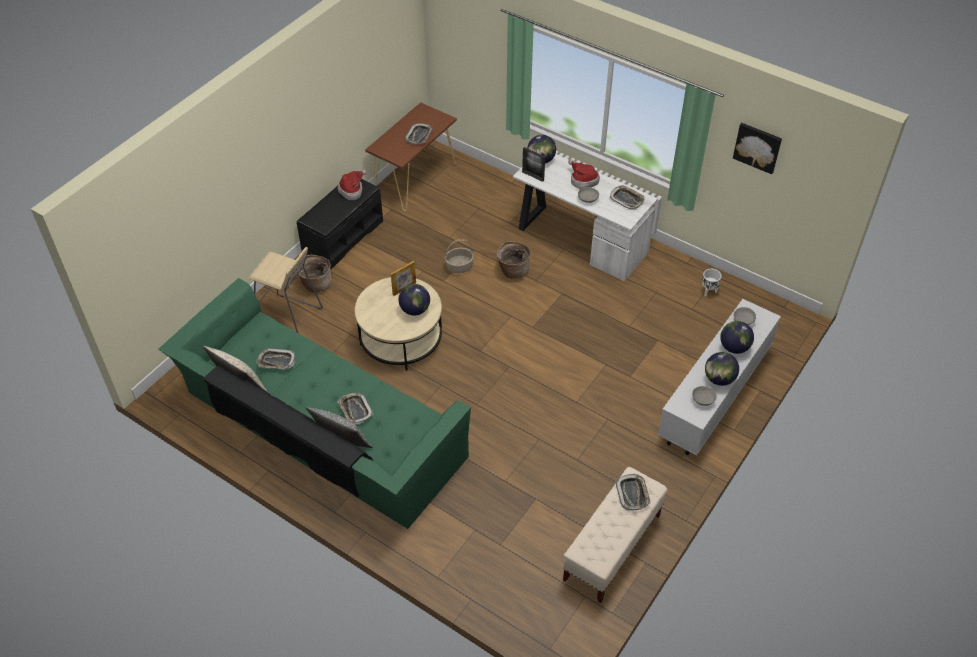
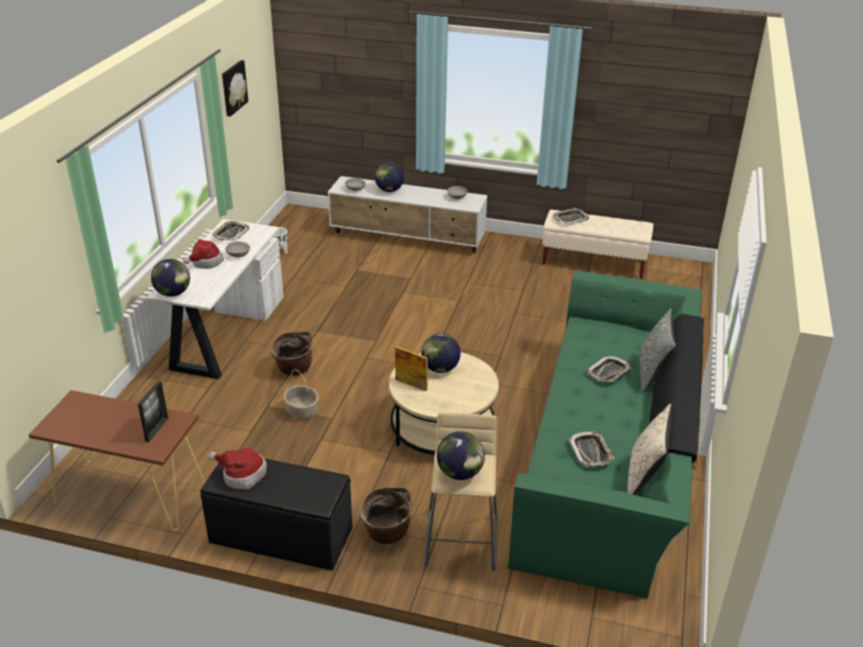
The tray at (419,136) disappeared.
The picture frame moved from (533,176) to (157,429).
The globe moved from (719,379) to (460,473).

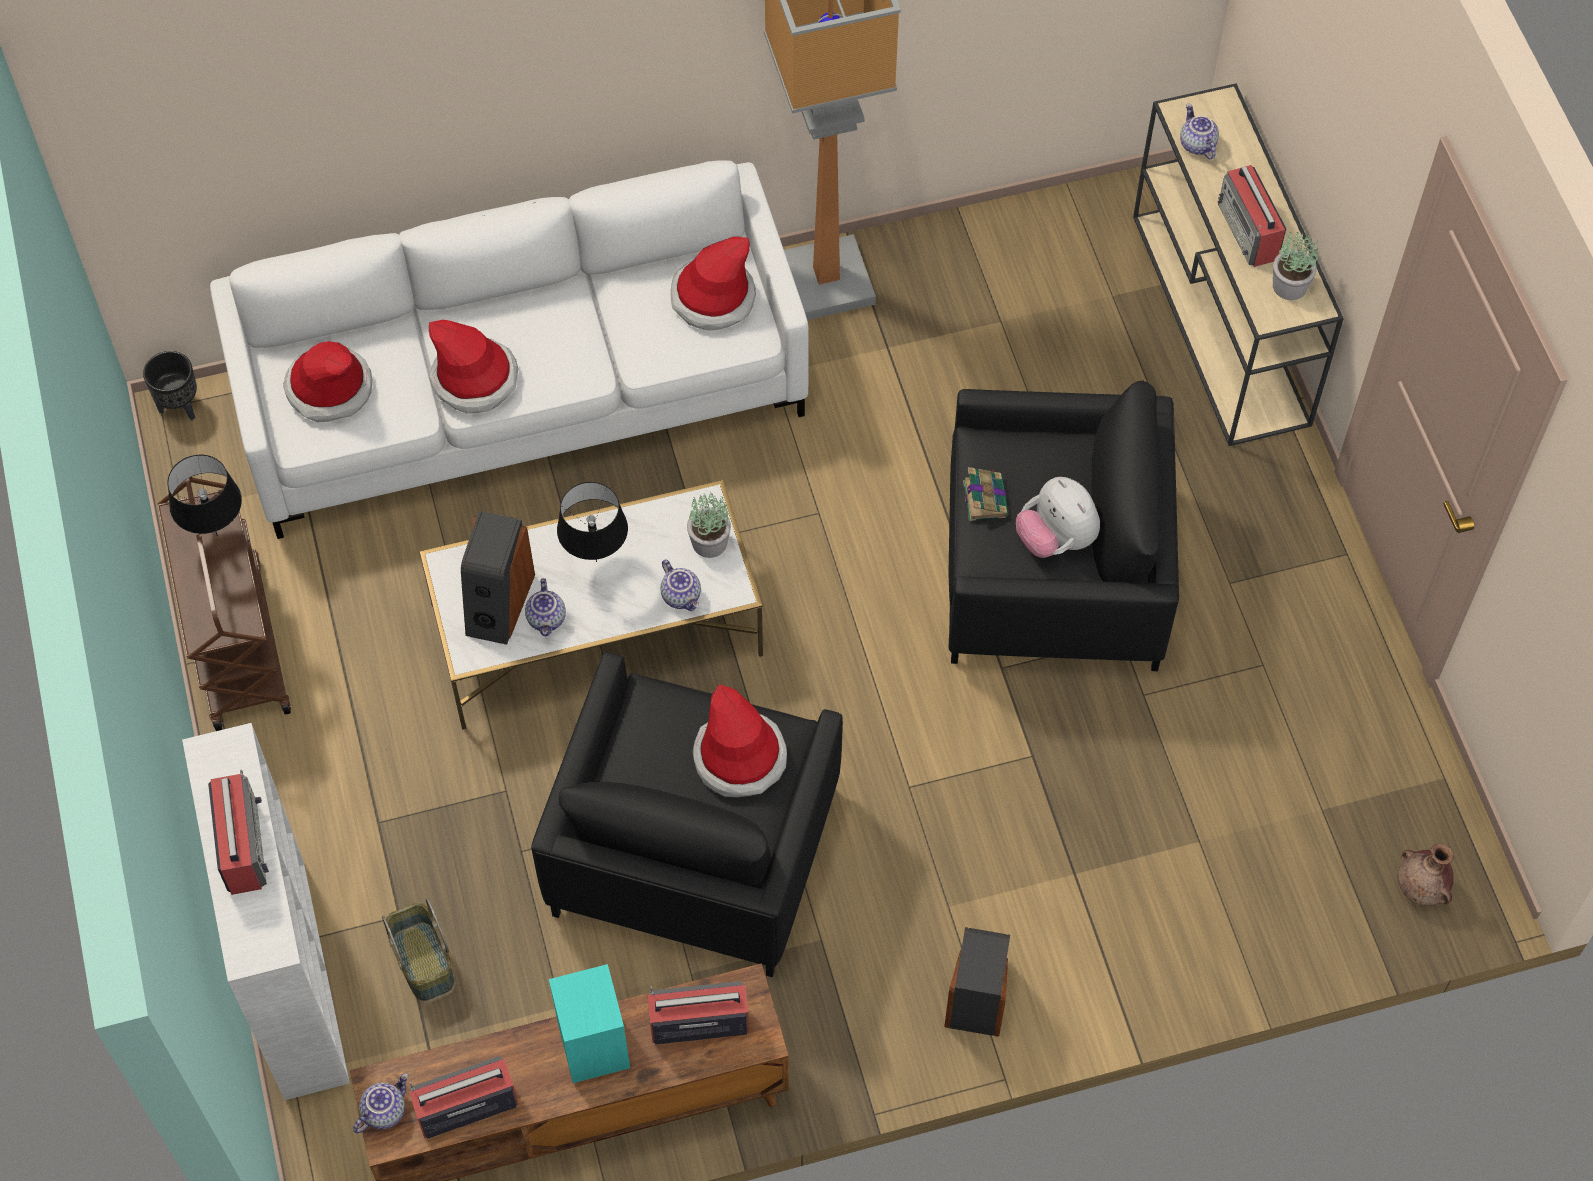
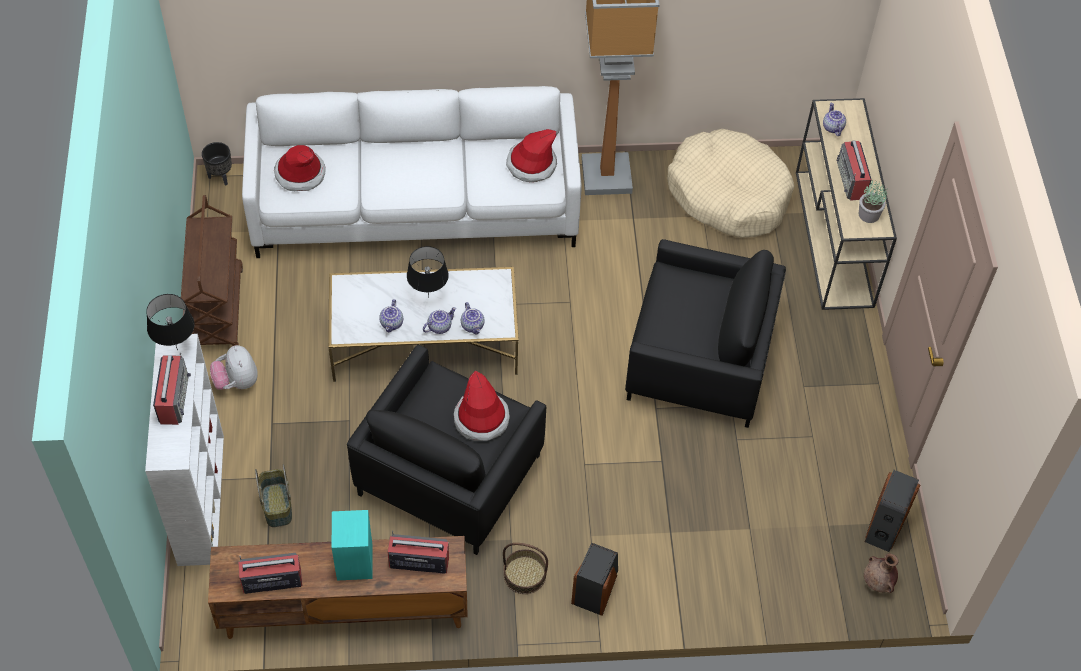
The hat at (475,379) disappeared.
The potted plant at (709,543) disappeared.
The book at (985,498) disappeared.
The basket at (524,575) appeared.
The beige dog bed at (728,194) appeared.
The black table lamp moved from (217,536) to (177,350).
The teapot moved from (383,1110) to (439,326).
The speaker moved from (498,603) to (885,526).
The plush toy moved from (1056,539) to (237,382).

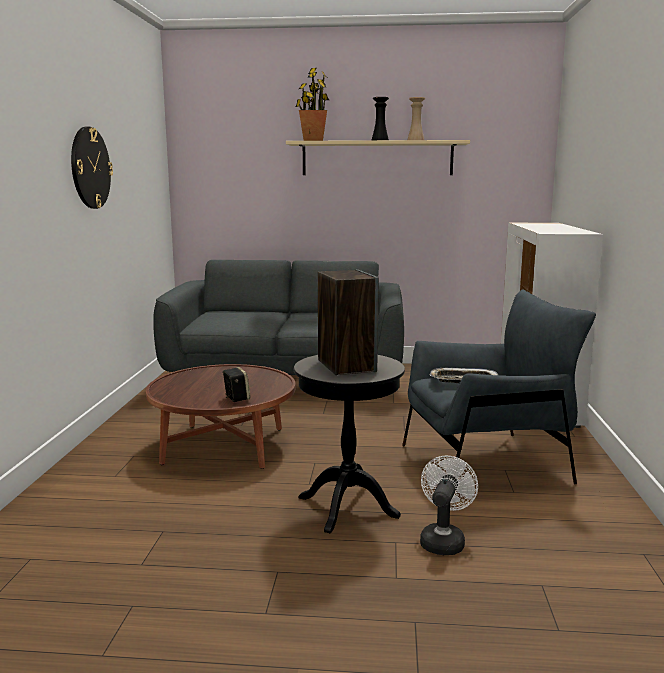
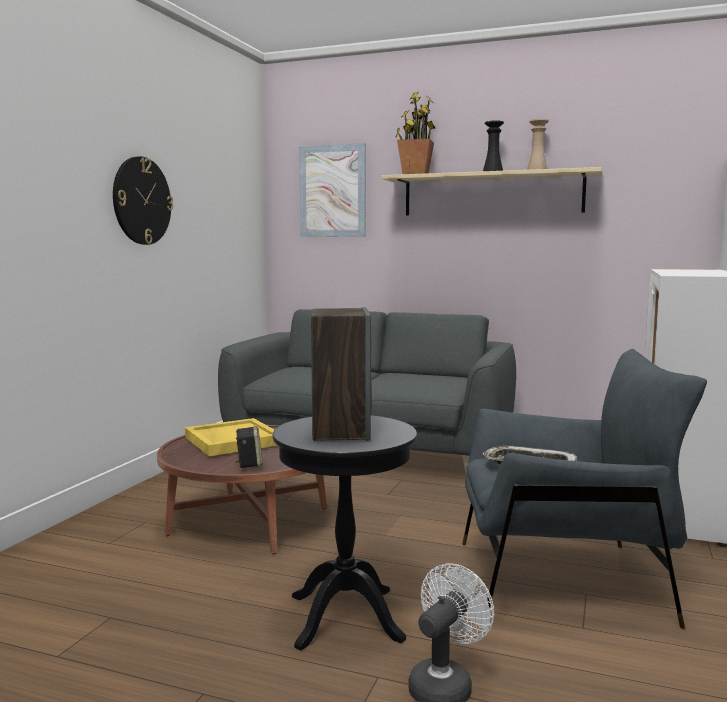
The yellow tray at (232,440) appeared.
The picture at (332,191) appeared.

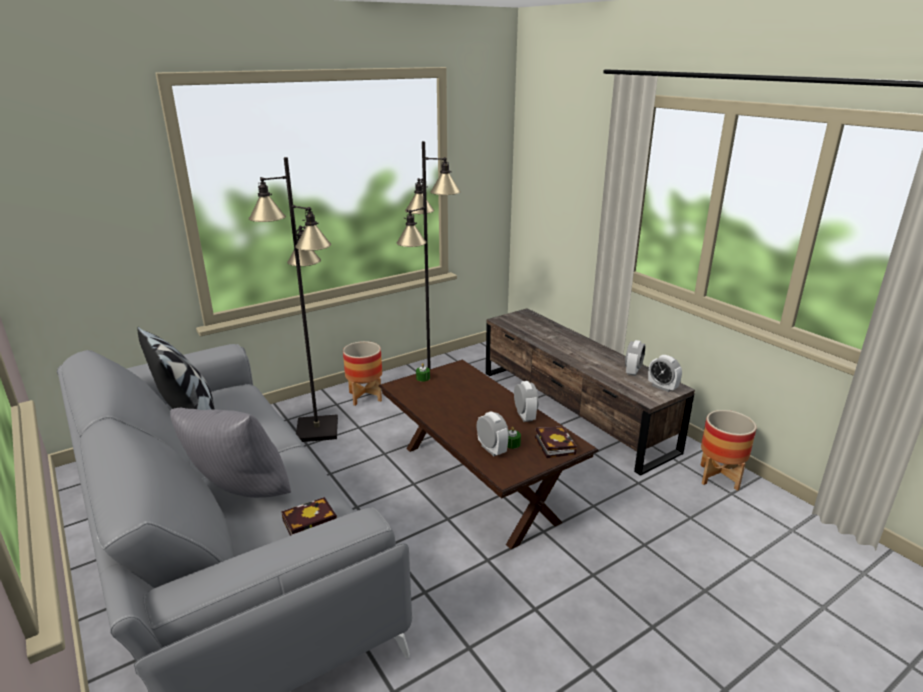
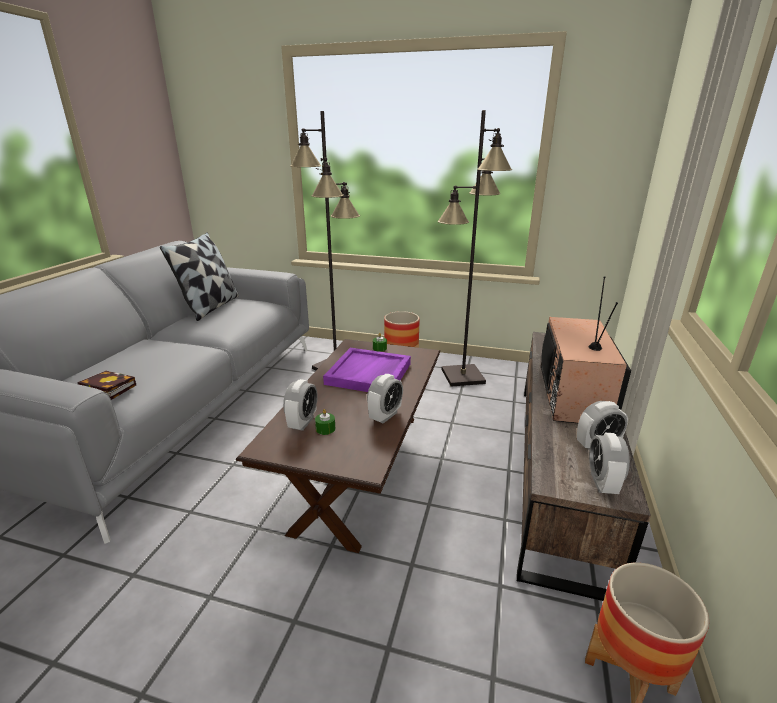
The grey pillow at (239,496) disappeared.
The book at (553,444) disappeared.
The purple tray at (369,374) appeared.
The television at (575,396) appeared.

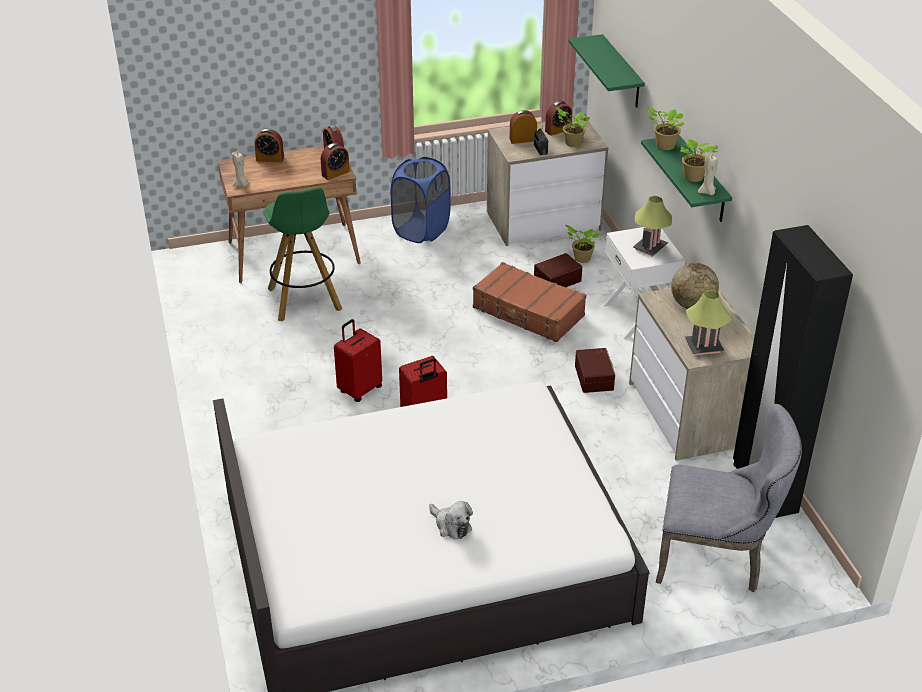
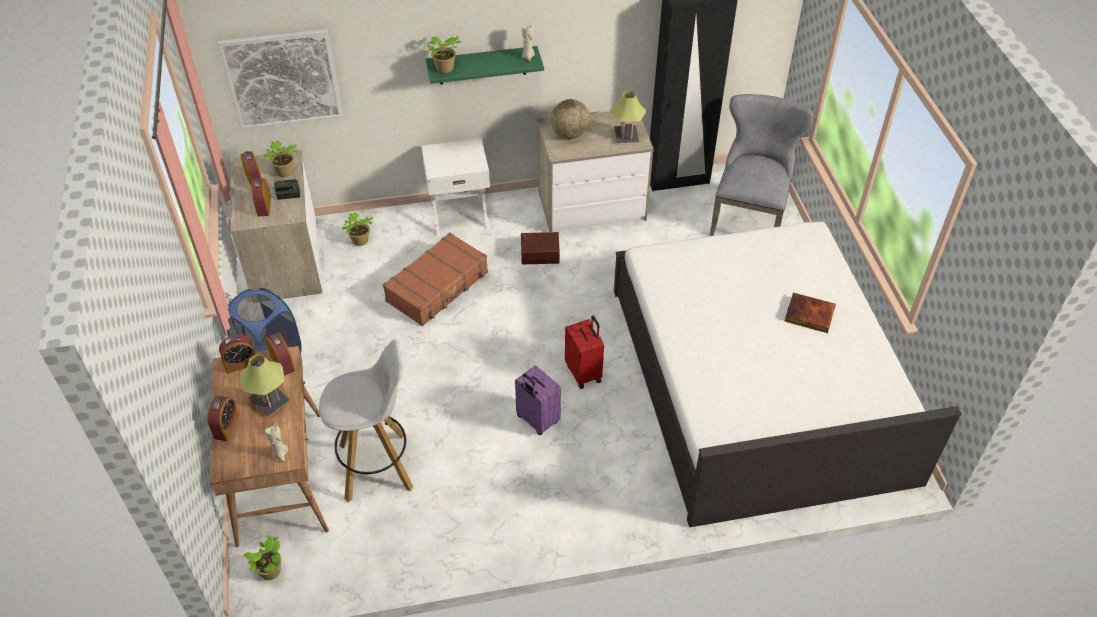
The brown storage box at (556,279) disappeared.
The table lamp moved from (650,248) to (269,401).
The potted plant moved from (693,178) to (272,572).
The plush toy at (451,525) was replaced by the book at (808,315).
The green shelf at (622,72) was replaced by the picture at (282,79).
The green stool at (305,300) became the white stool at (377,466).
The red suitcase at (359,389) became the purple suitcase at (536,420).

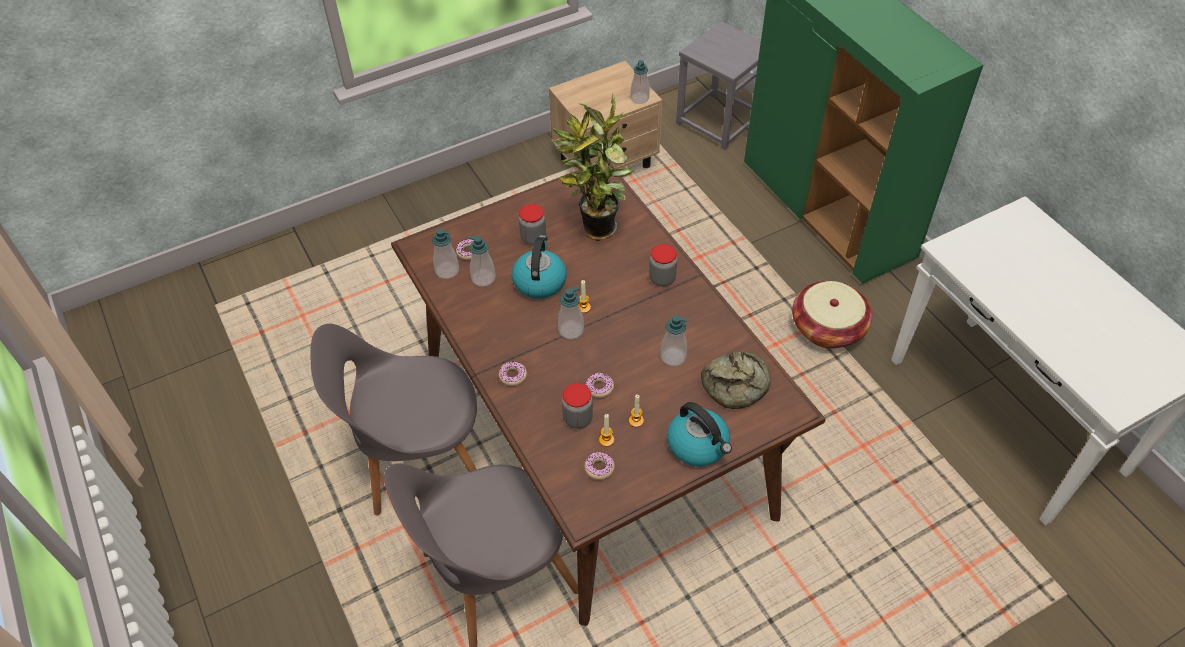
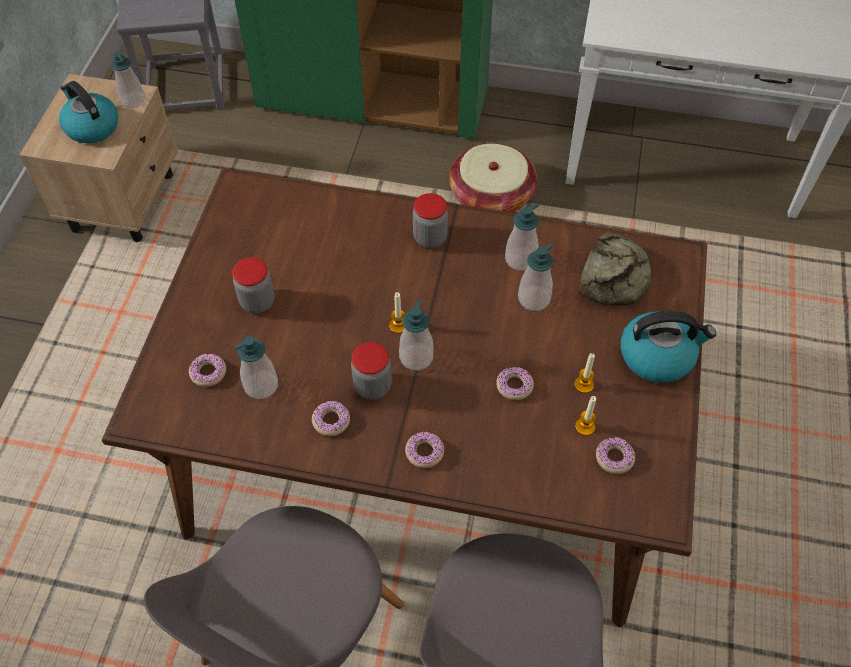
The potted plant at (595,230) disappeared.
The donut at (331,421) appeared.
The soap dispenser moved from (447,270) to (520,259).
The kettle moved from (539,281) to (91,127).
The jar moved from (577,418) to (372,386).

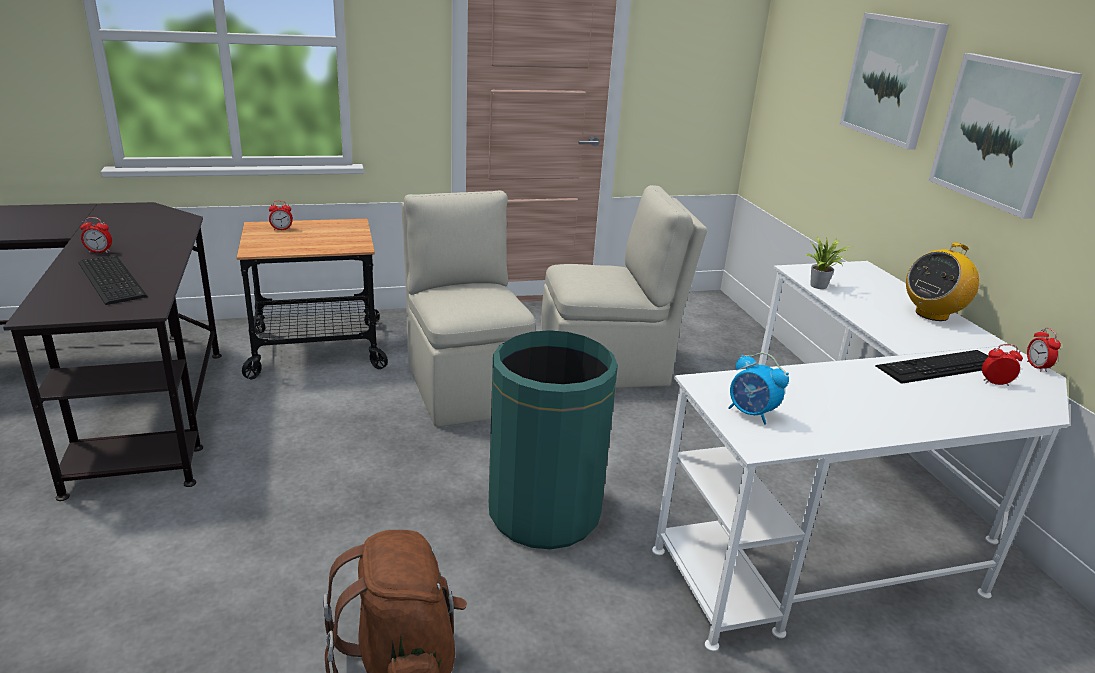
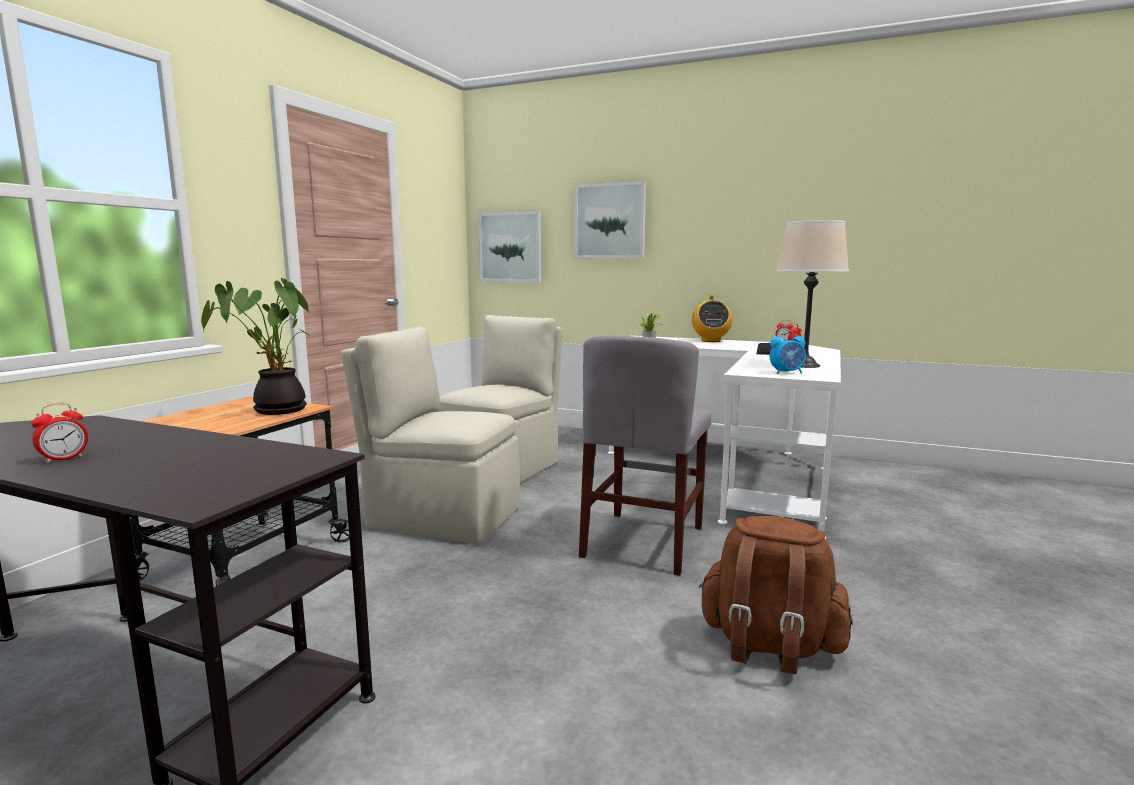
The keyboard at (113,278) disappeared.
The alarm clock at (282,229) disappeared.
The potted plant at (275,410) appeared.
The beige table lamp at (804,365) appeared.
The picture moved from (1001,133) to (510,247).
The green trash can at (544,512) was replaced by the grey chair at (644,541).

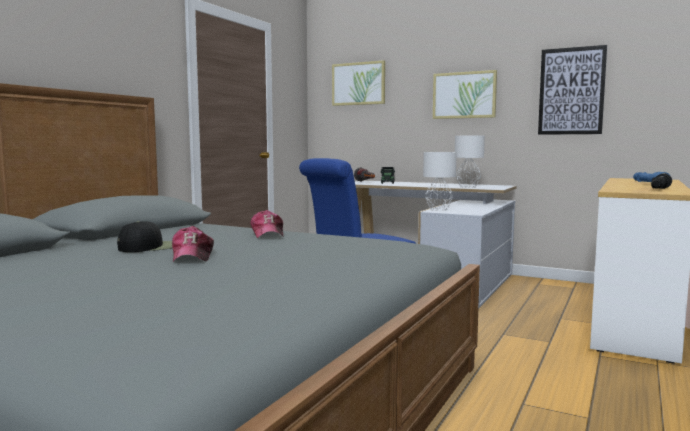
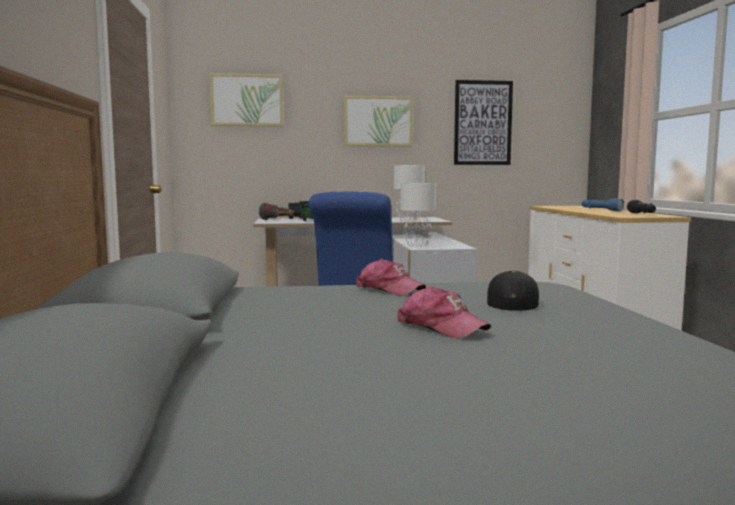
The black cap moved from (150,247) to (513,302).

